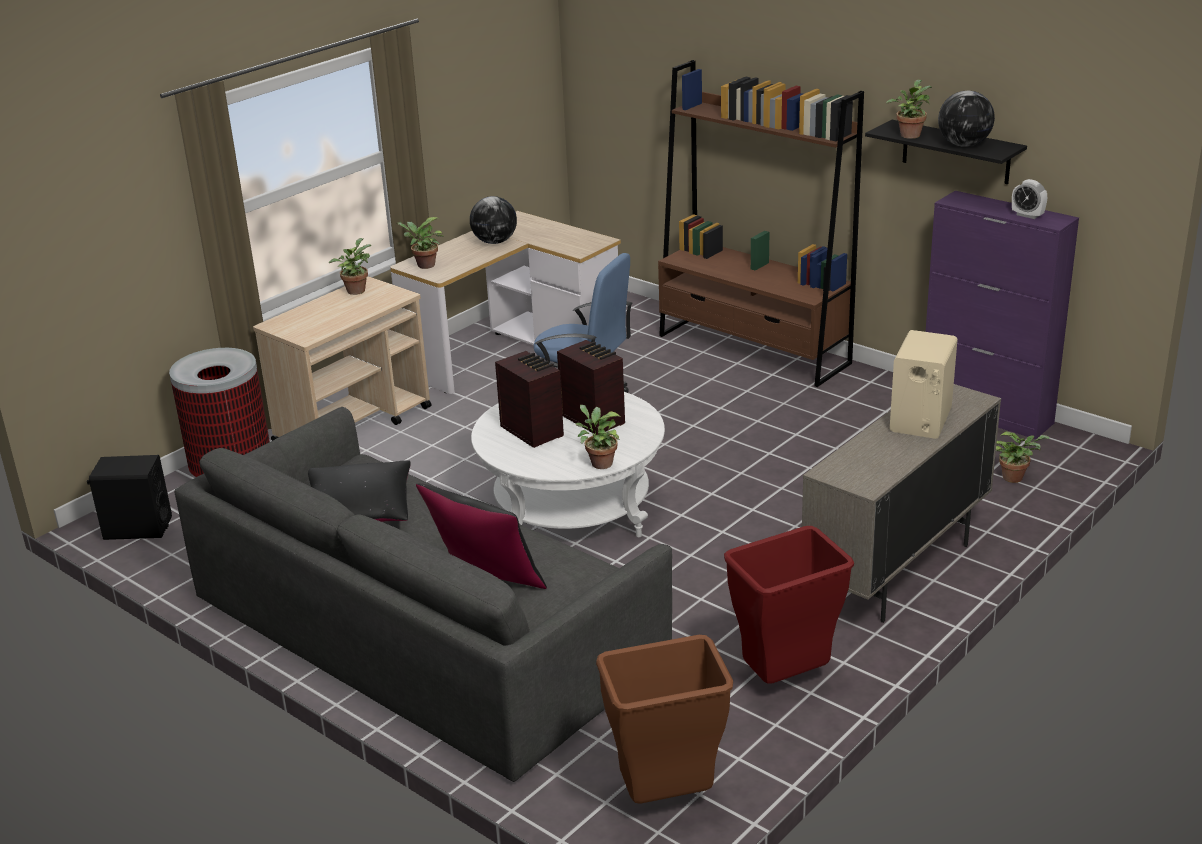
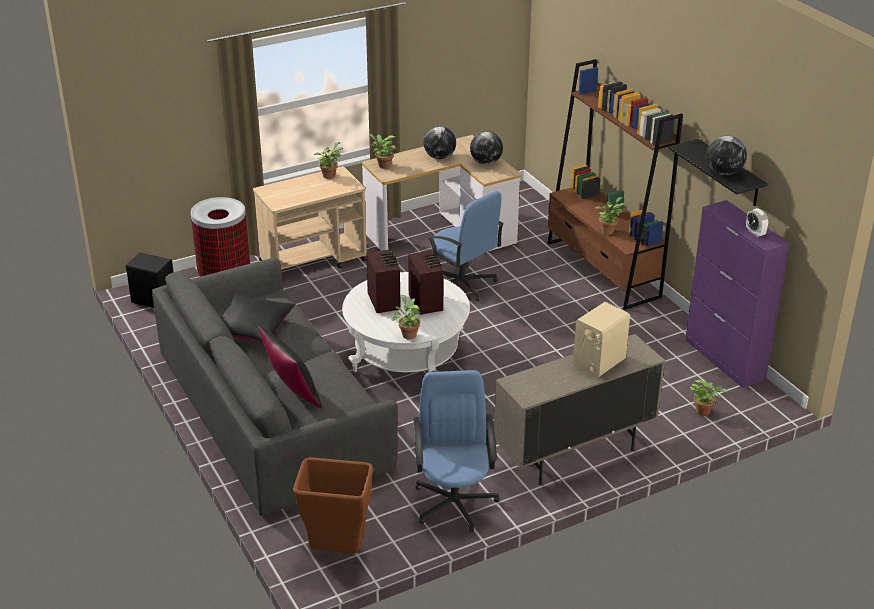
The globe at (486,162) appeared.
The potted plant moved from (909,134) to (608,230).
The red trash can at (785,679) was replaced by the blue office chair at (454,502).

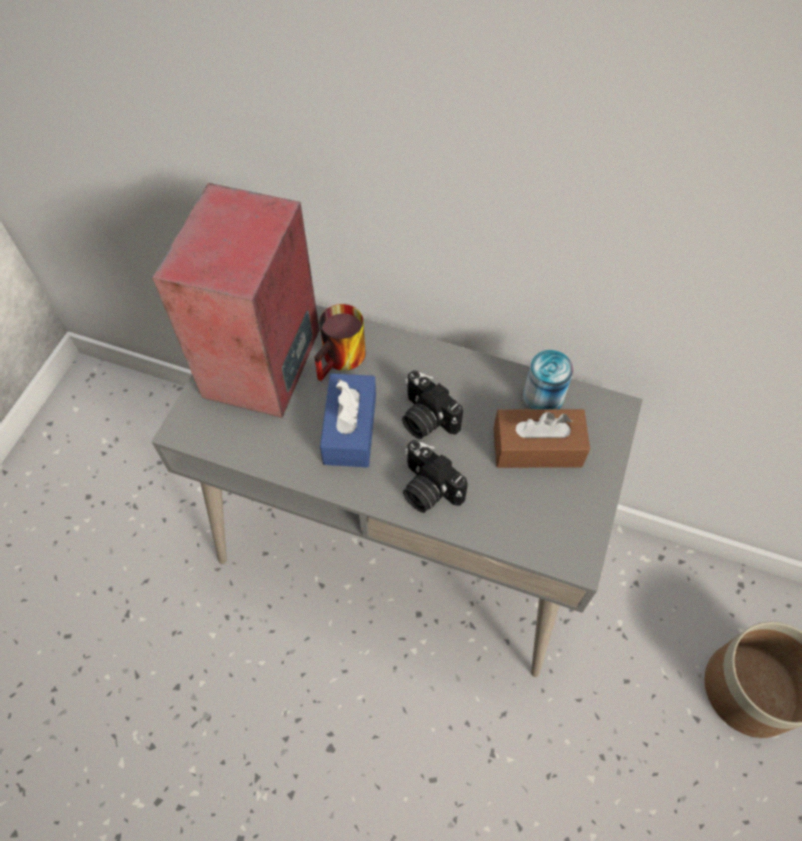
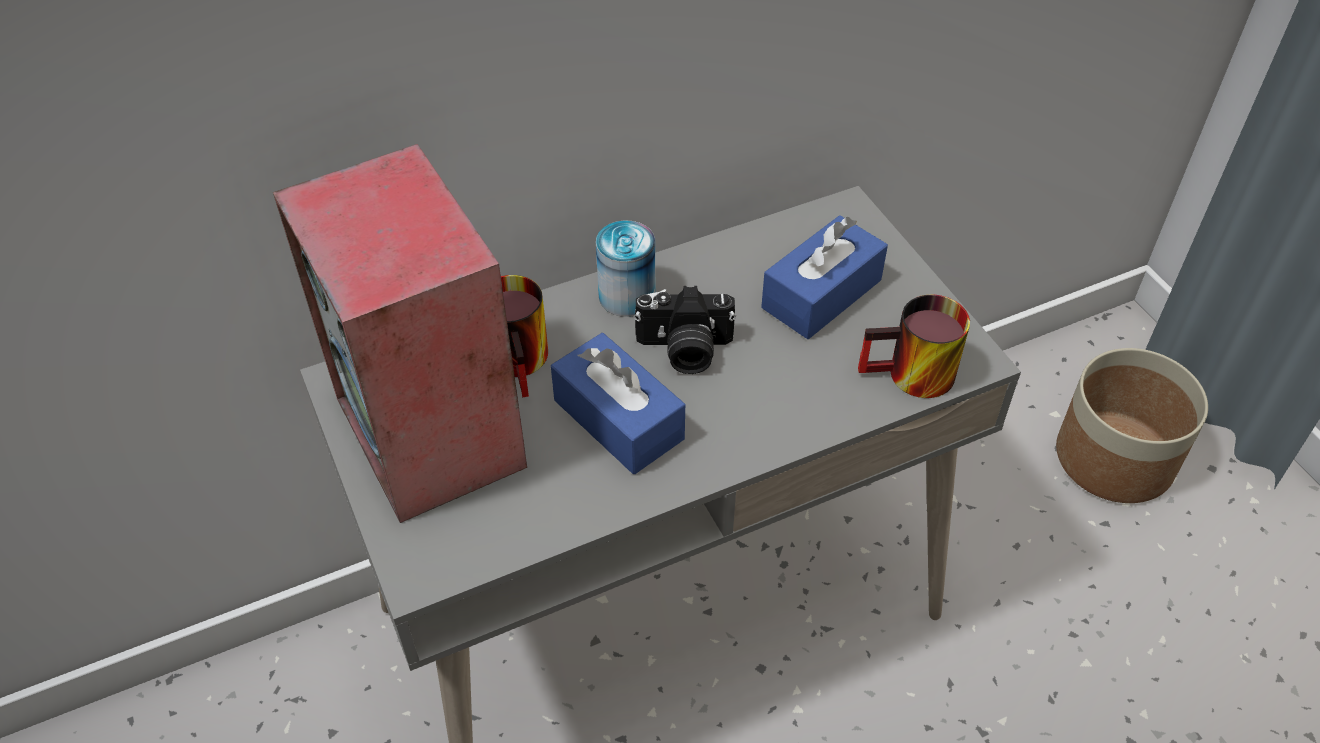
The photo camera at (427,489) disappeared.
The mug at (911,378) appeared.
The can moved from (542,397) to (627,296).
The brown tissue box at (537,447) became the blue tissue box at (821,294).

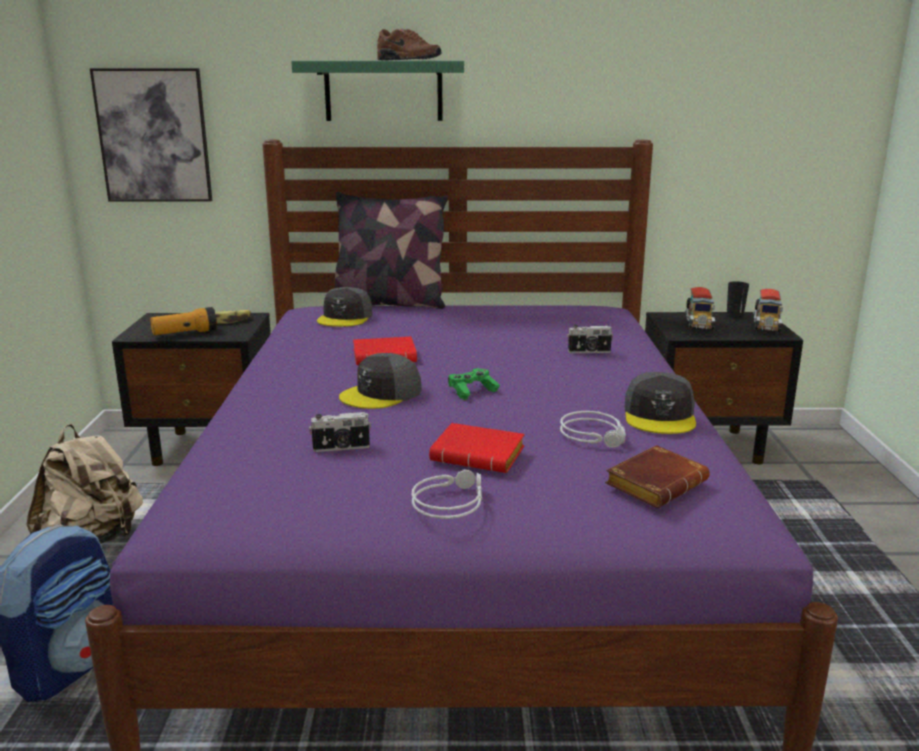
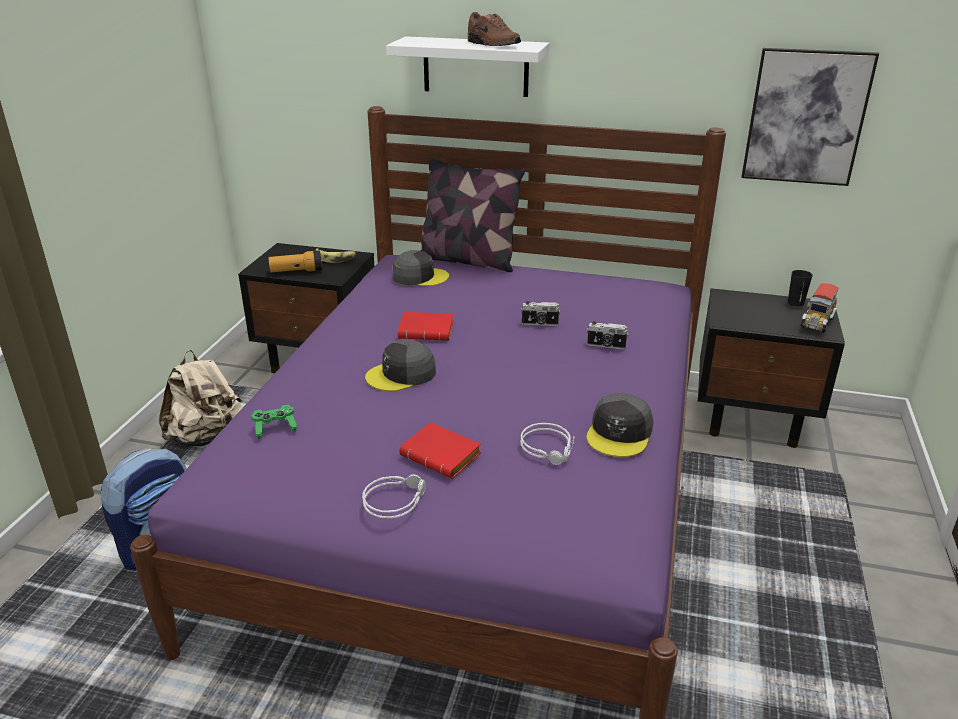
The brown book at (655,483) disappeared.
The toy truck at (698,326) disappeared.
The picture moved from (153,136) to (806,117).
The photo camera moved from (341,448) to (540,324).
The green game controller moved from (472,391) to (275,428).
The green shelf at (383,91) became the white shelf at (475,66).
The grey cap at (345,318) turned 120 degrees counterclockwise.

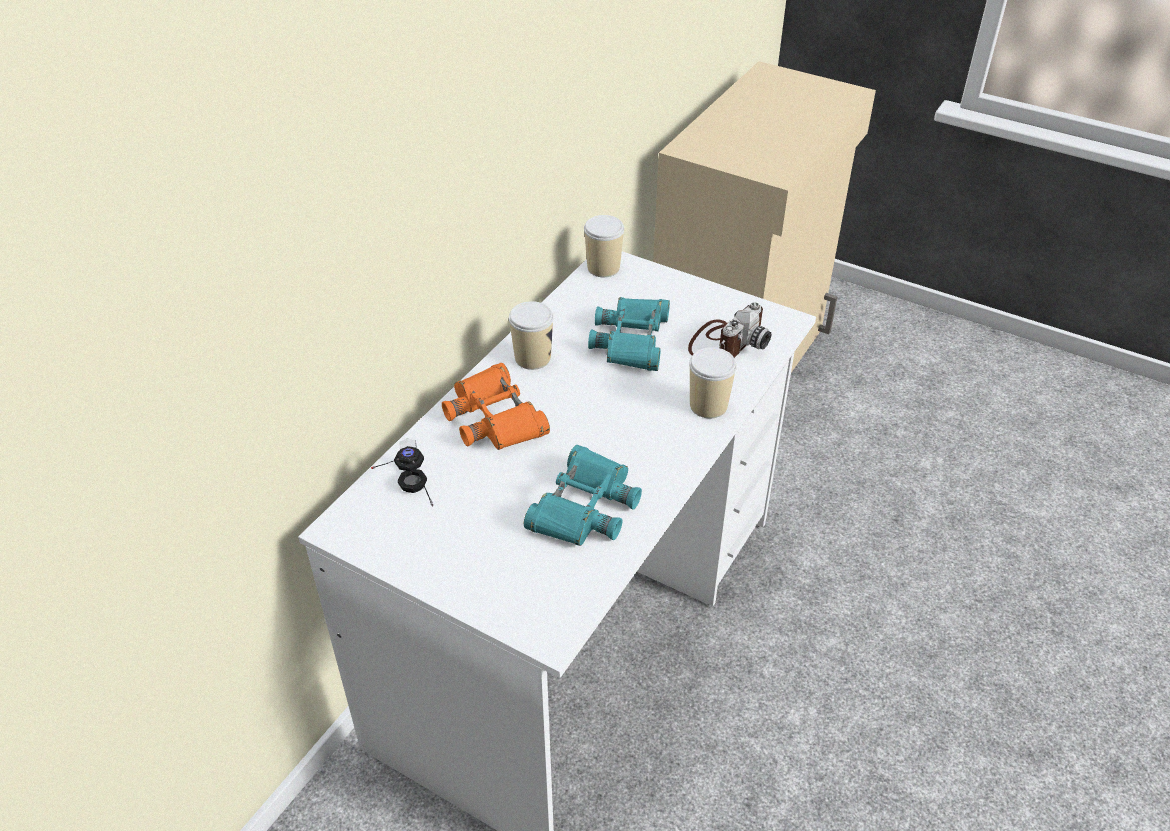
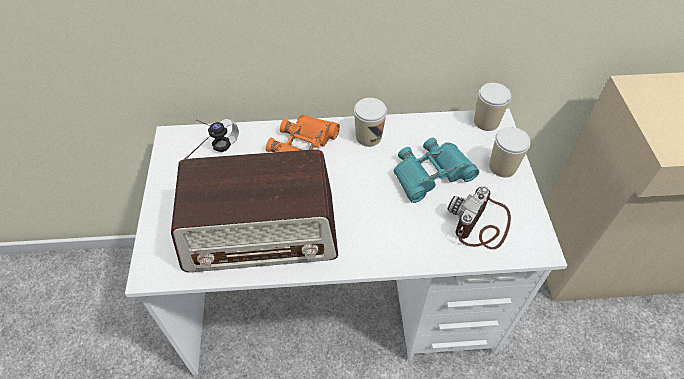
The cup moved from (708,405) to (502,167).
The turquoise binoculars at (584,507) was replaced by the radio at (262,232).
The photo camera at (726,342) turned 120 degrees clockwise.

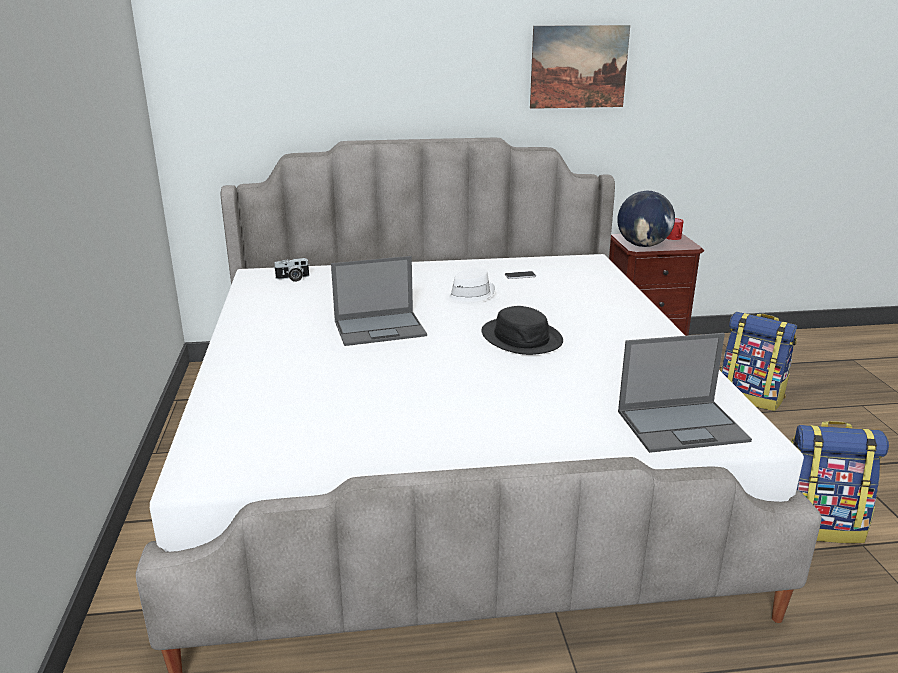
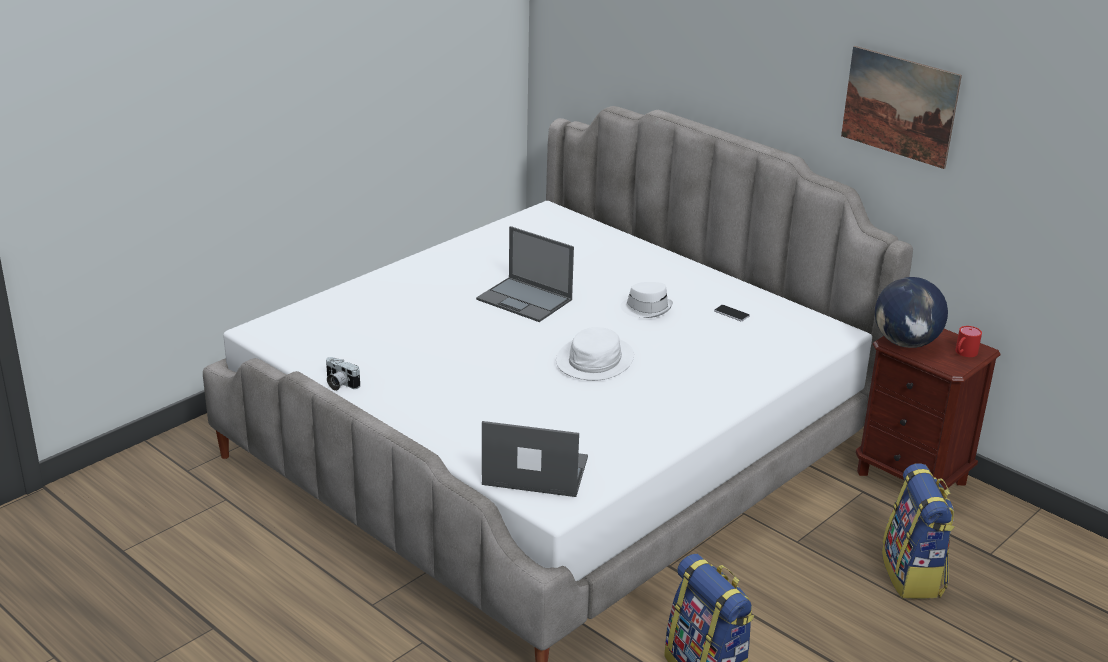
The photo camera moved from (293,278) to (339,384).
The black hat at (521,337) became the white hat at (595,360).
The laptop at (683,426) turned 150 degrees clockwise.

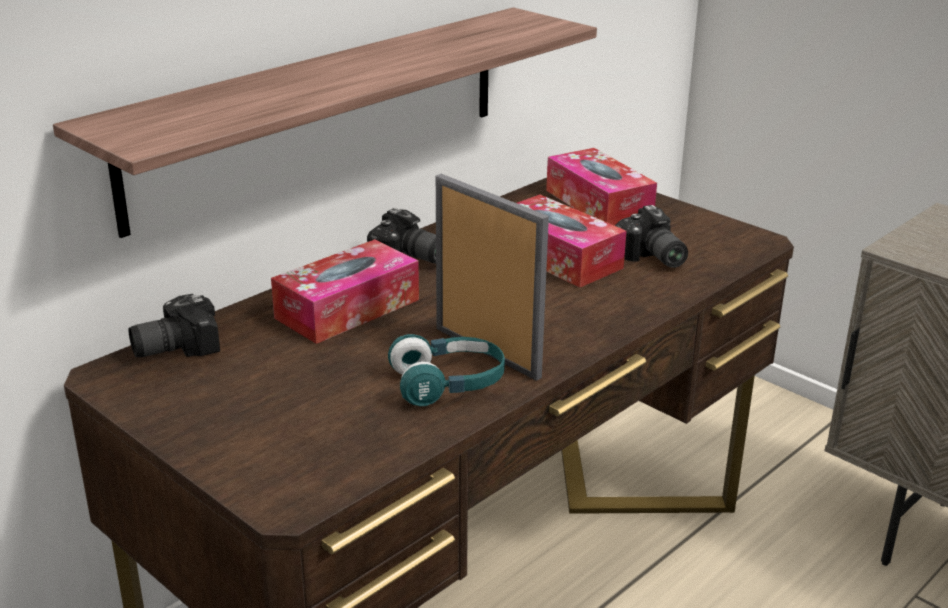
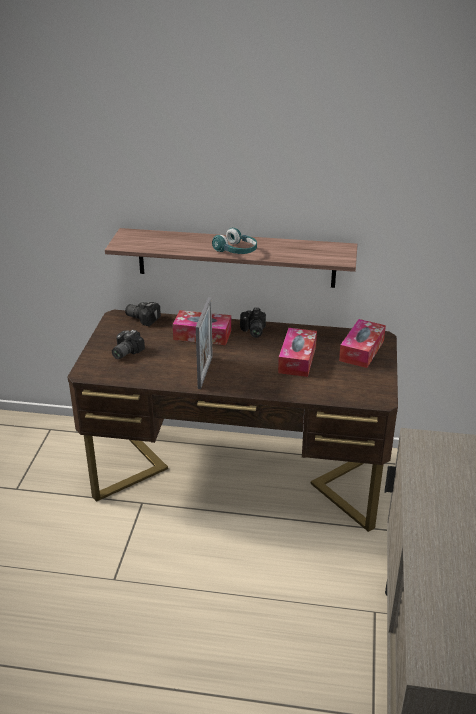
The turquoise headphones moved from (448,384) to (236,251).
The photo camera moved from (651,258) to (124,352).

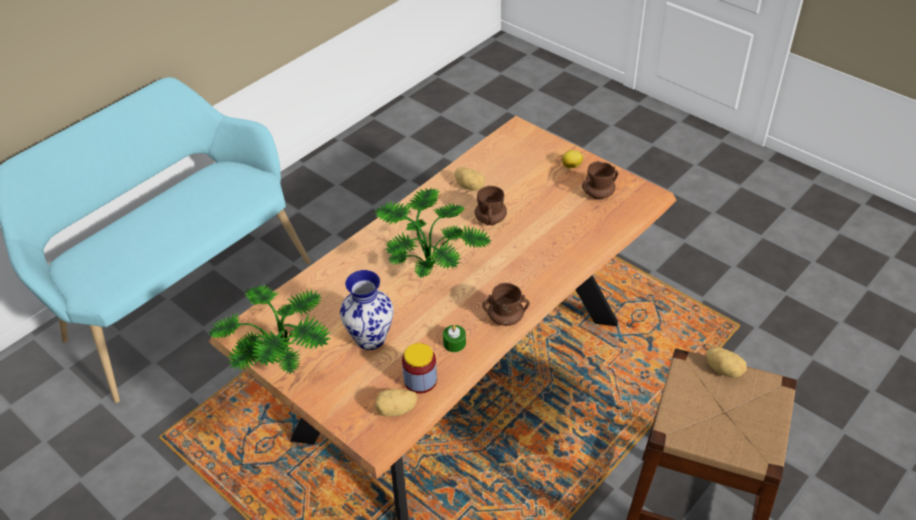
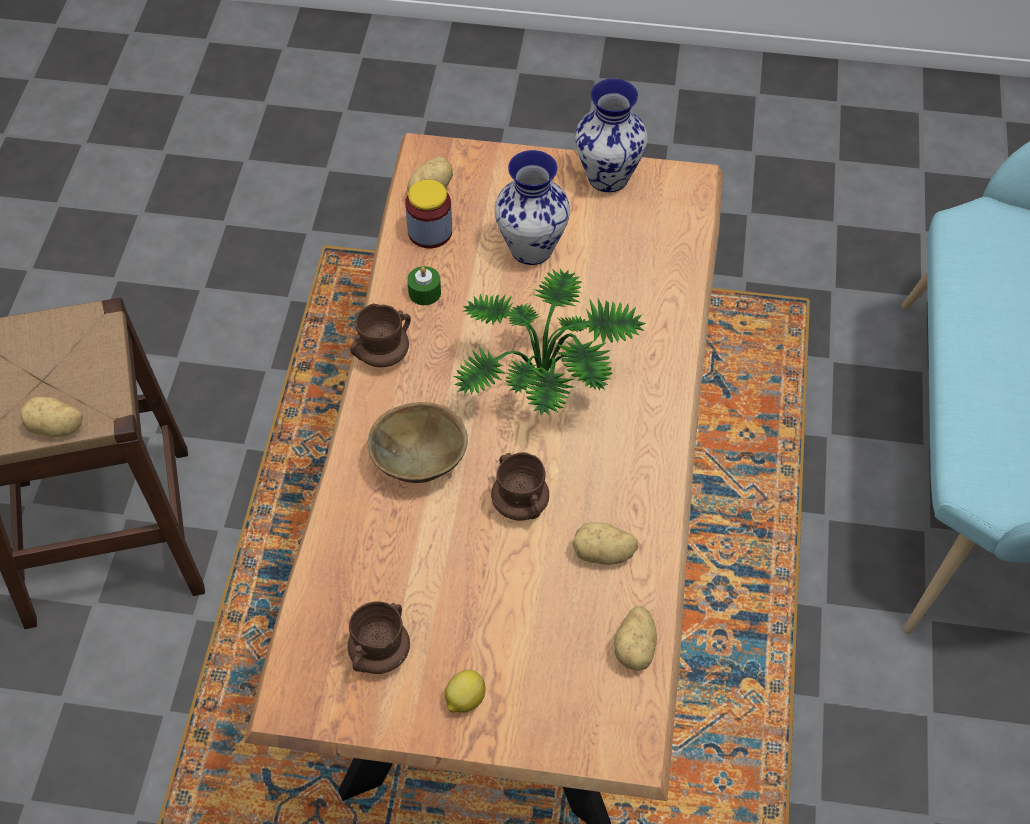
The brown bowl at (420,463) appeared.
The potato at (636,648) appeared.
The potted plant at (280,360) was replaced by the vase at (609,177).

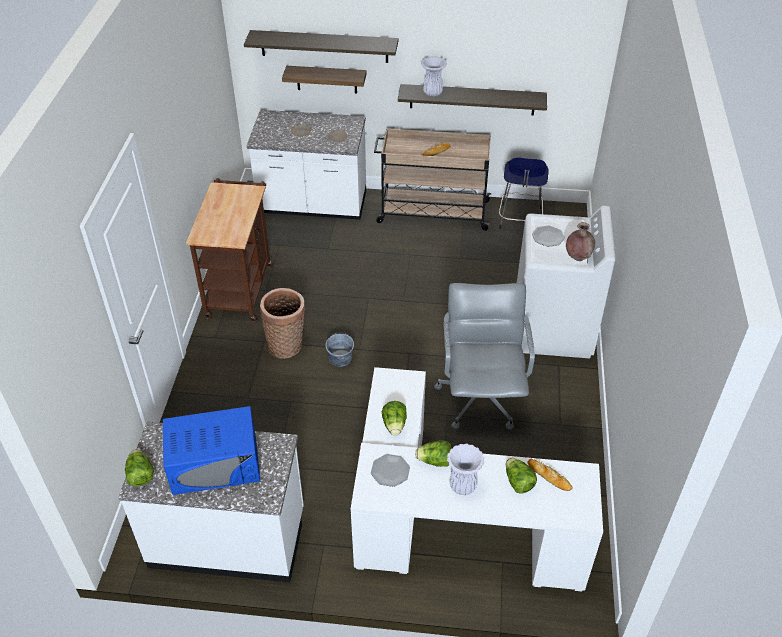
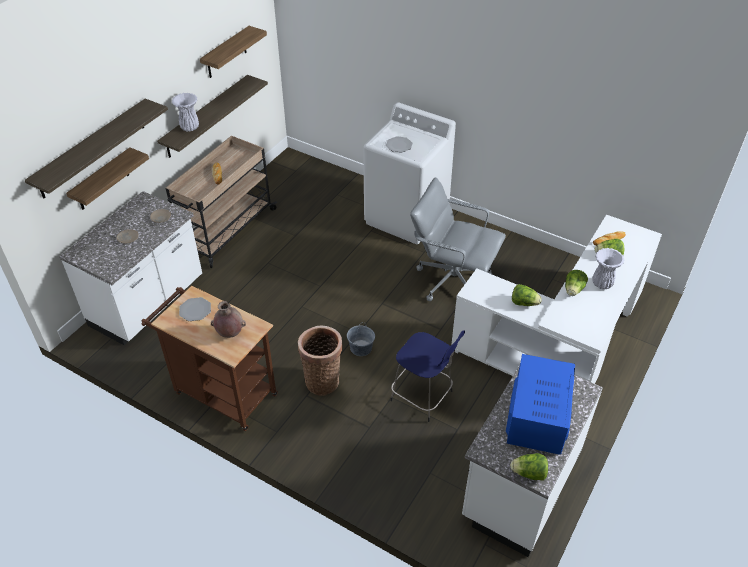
The shelf at (226,53) appeared.
The plate moved from (390,471) to (195,310).
The blue stool moved from (520,220) to (423,397).
The brown vase moved from (577,257) to (230,333).

